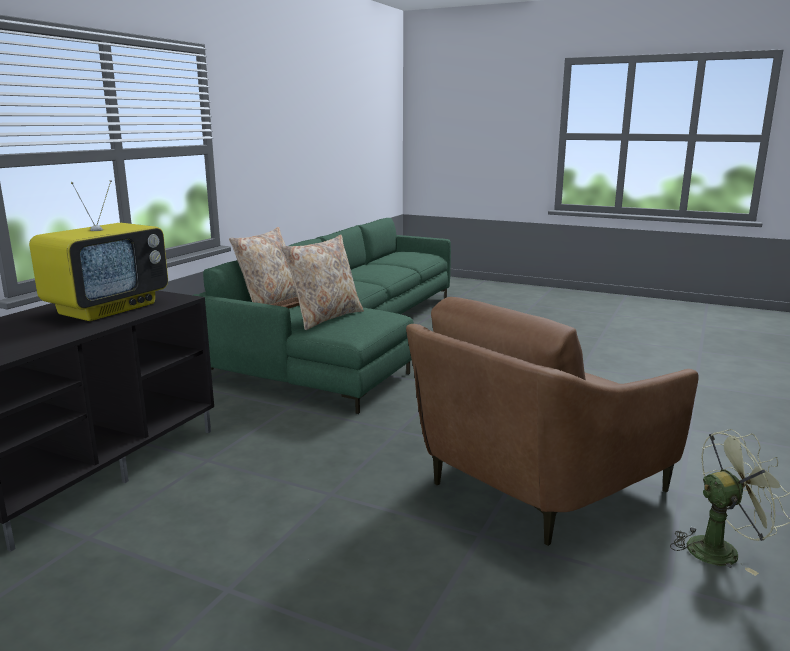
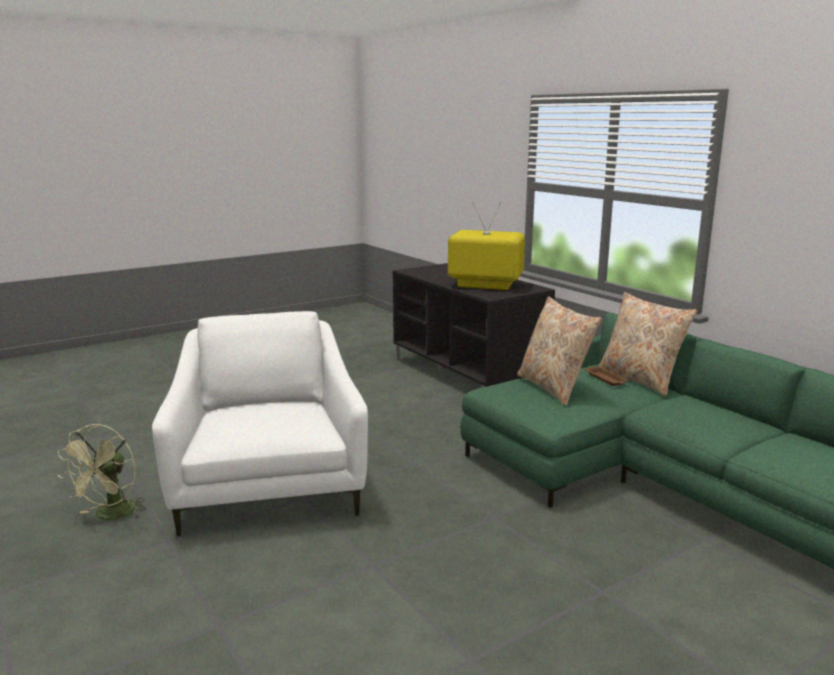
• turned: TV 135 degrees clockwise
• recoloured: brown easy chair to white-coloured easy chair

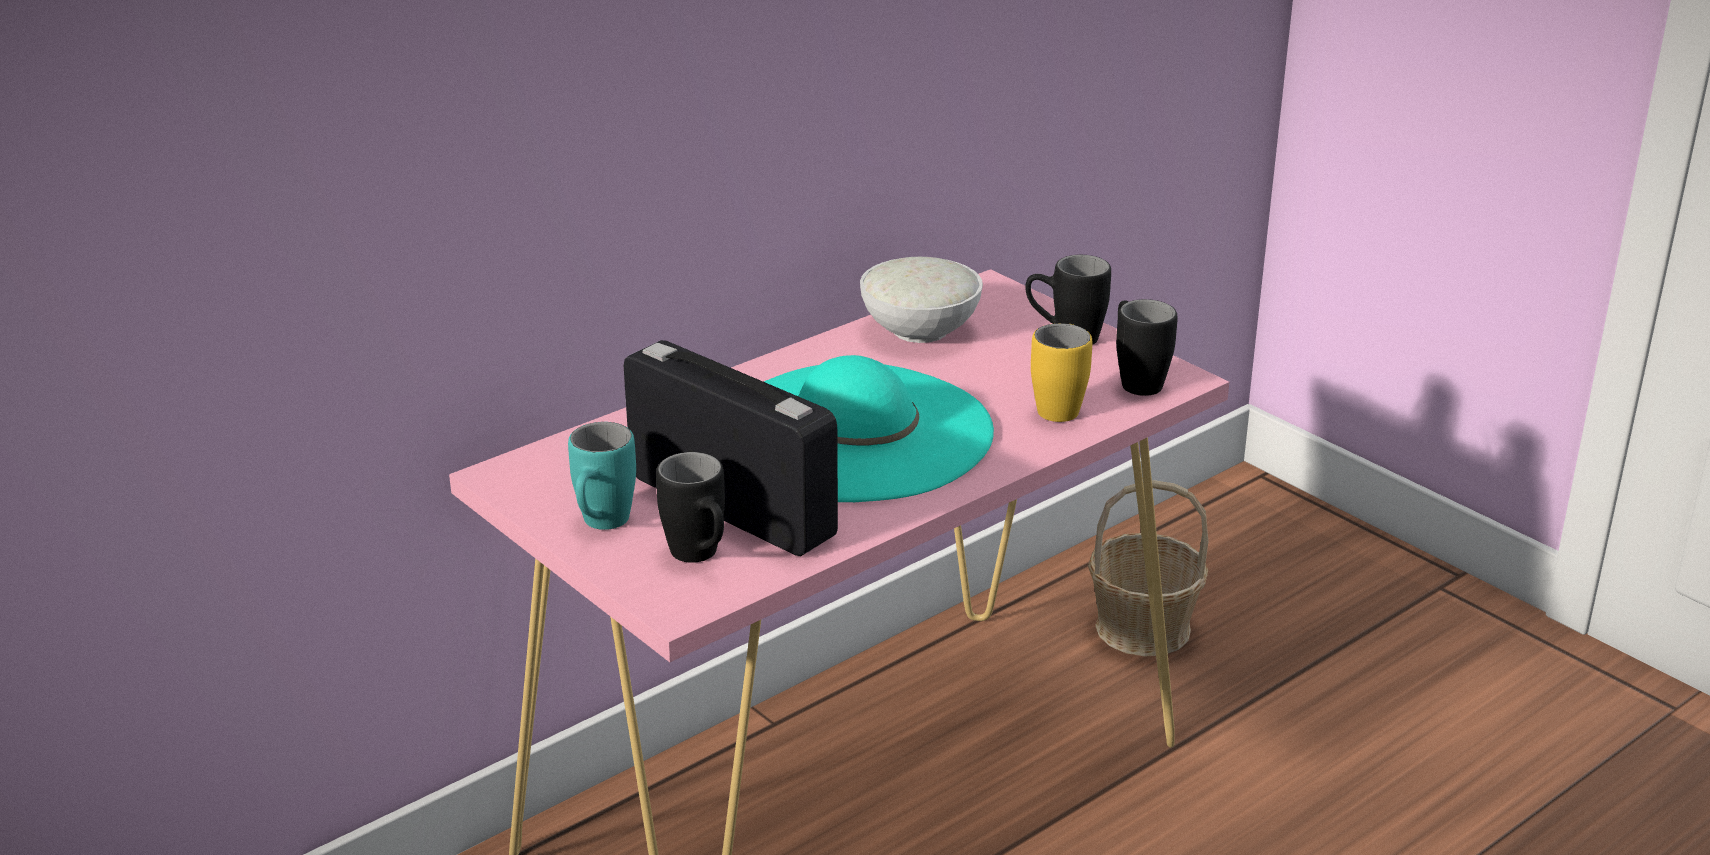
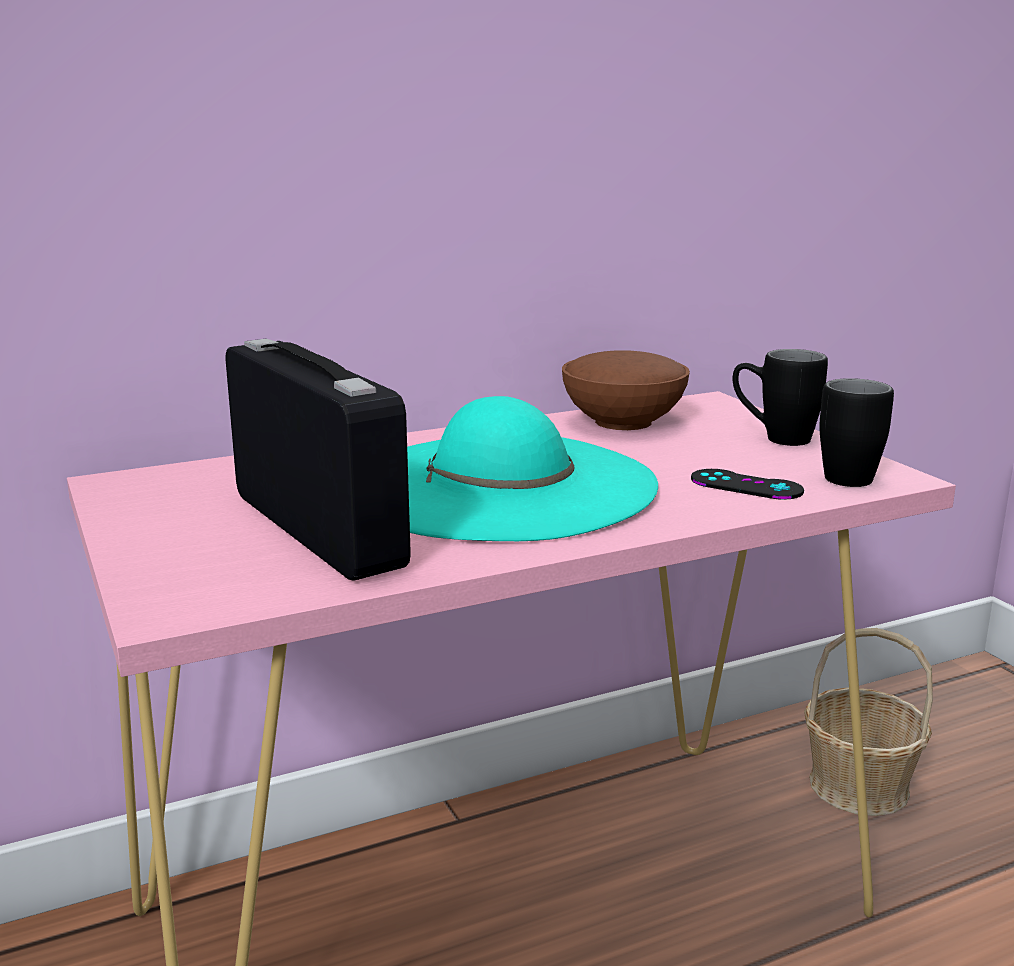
• recoloured: white-coloured serving bowl to brown serving bowl
• replaced: yellow tea mug to black game controller
• removed: blue-green tea mug
• removed: black tea mug (1st from left)

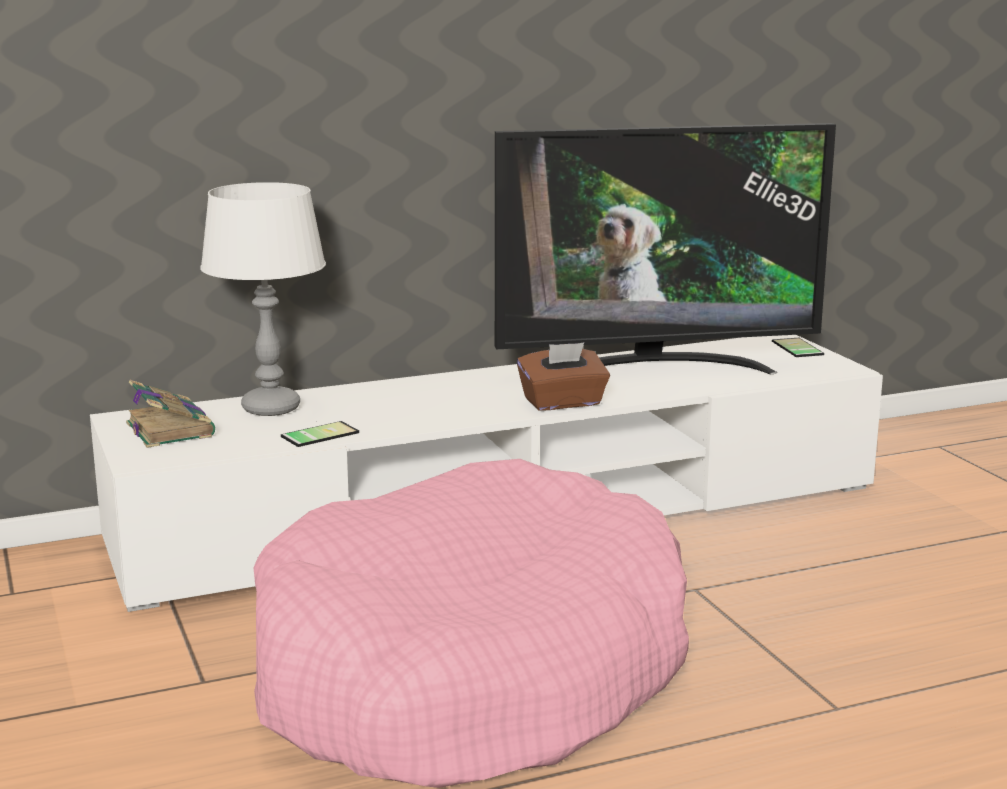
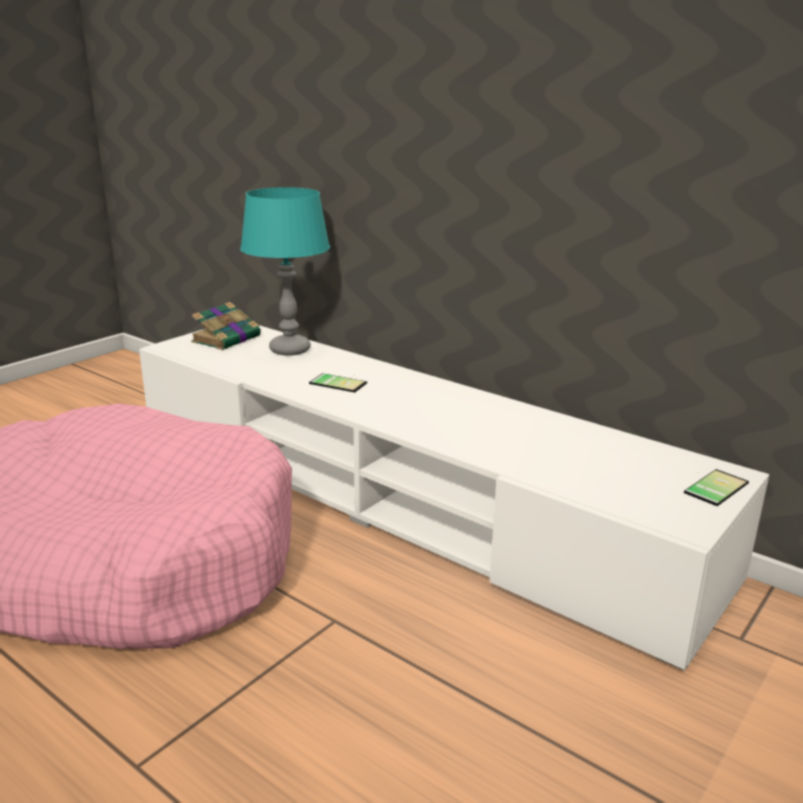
• removed: TV
• recoloured: white-coloured tabletop lamp to blue-green tabletop lamp
• removed: brown box of tissues
• moved: telephone (1st from left)

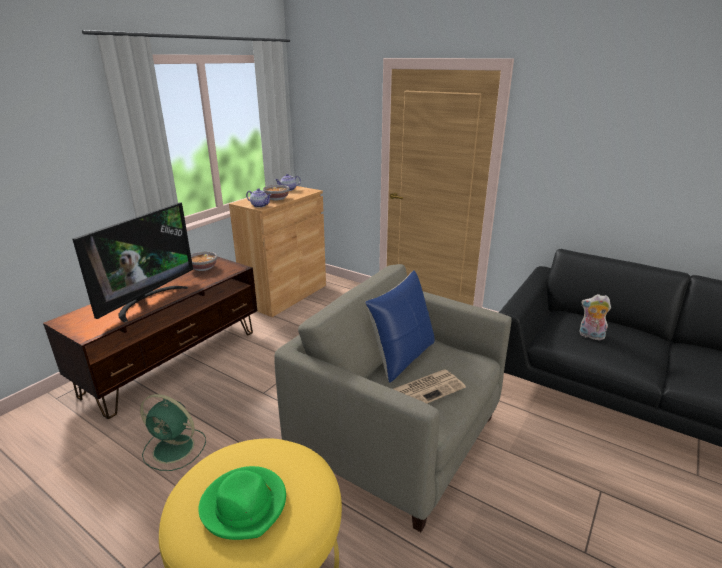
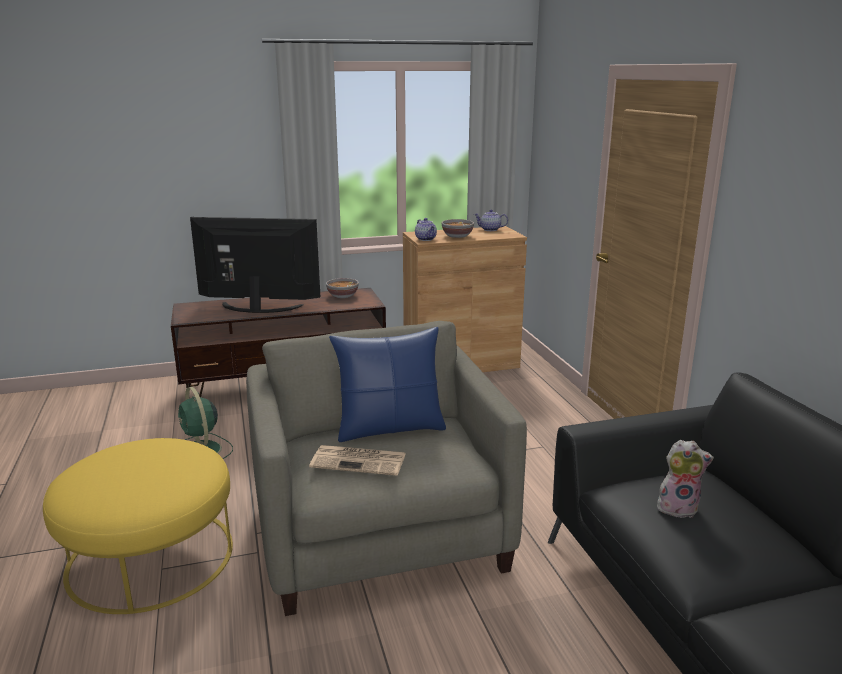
• turned: TV 150 degrees counterclockwise
• turned: plush toy 120 degrees clockwise
• removed: greenish hat

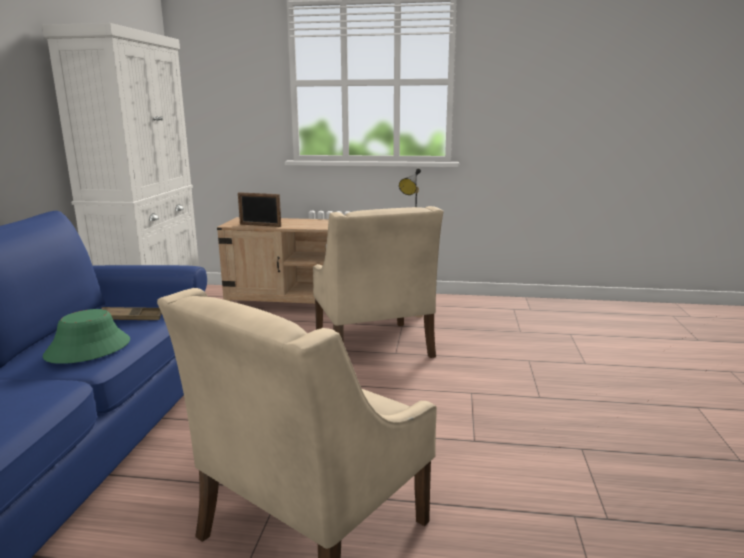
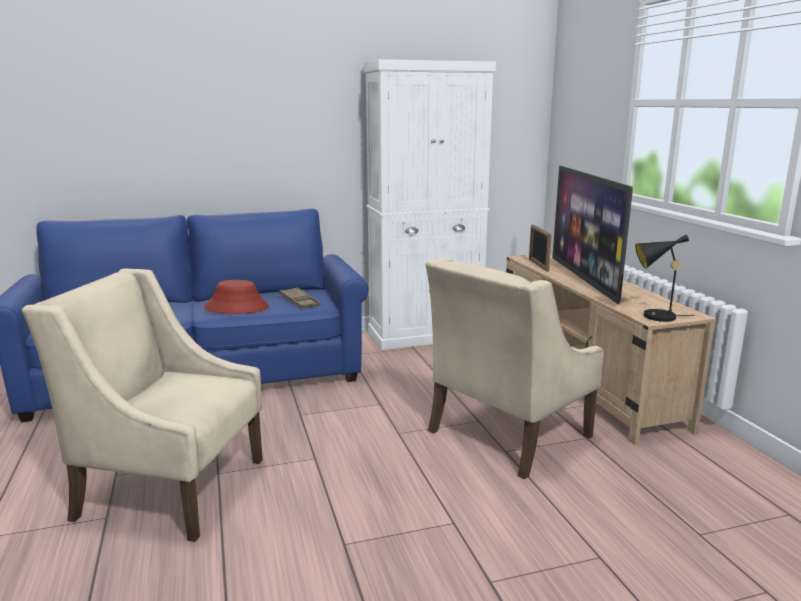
• recoloured: greenish hat to reddish hat
• added: TV

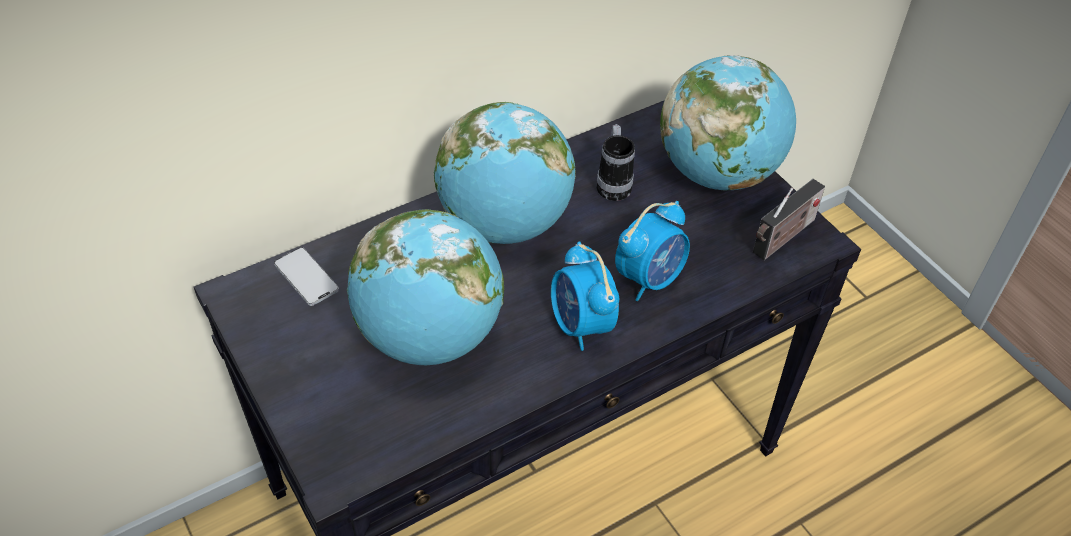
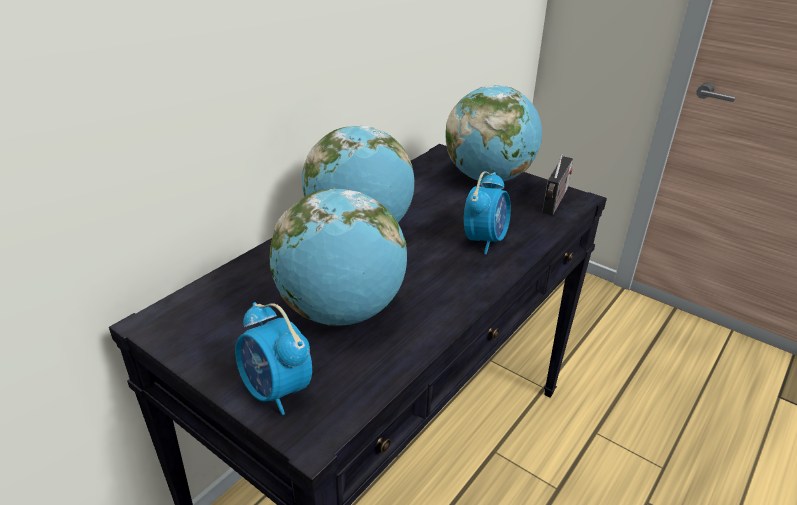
• removed: tea mug
• moved: table clock (1st from left)
• removed: telephone

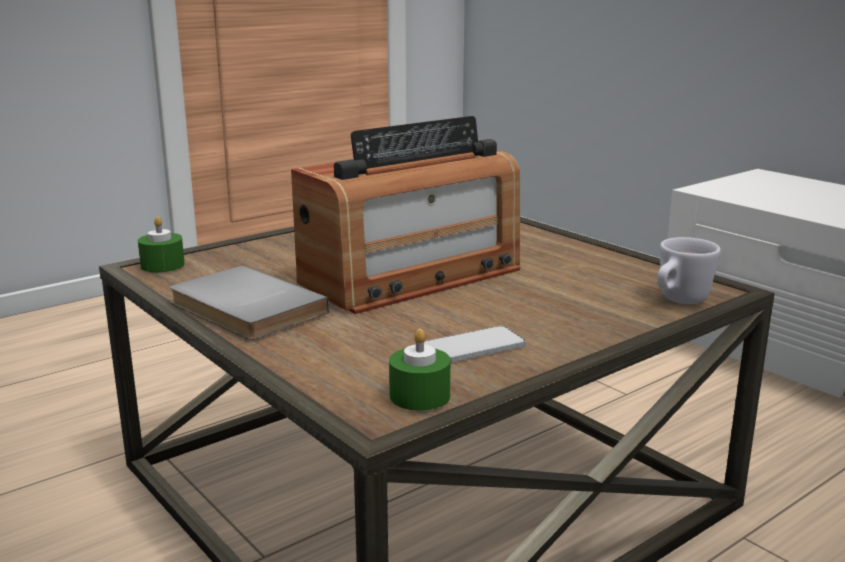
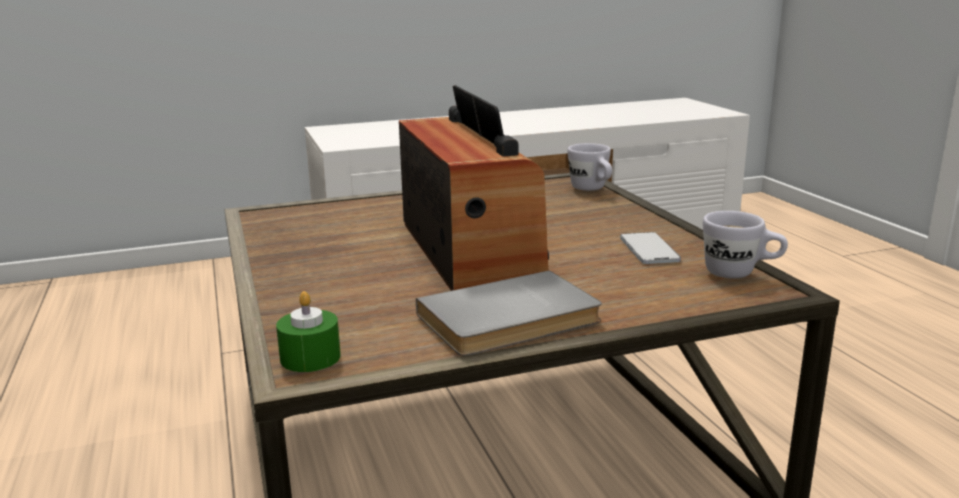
• replaced: greenish candle (2nd from left) to white-coloured tea mug (2nd from left)

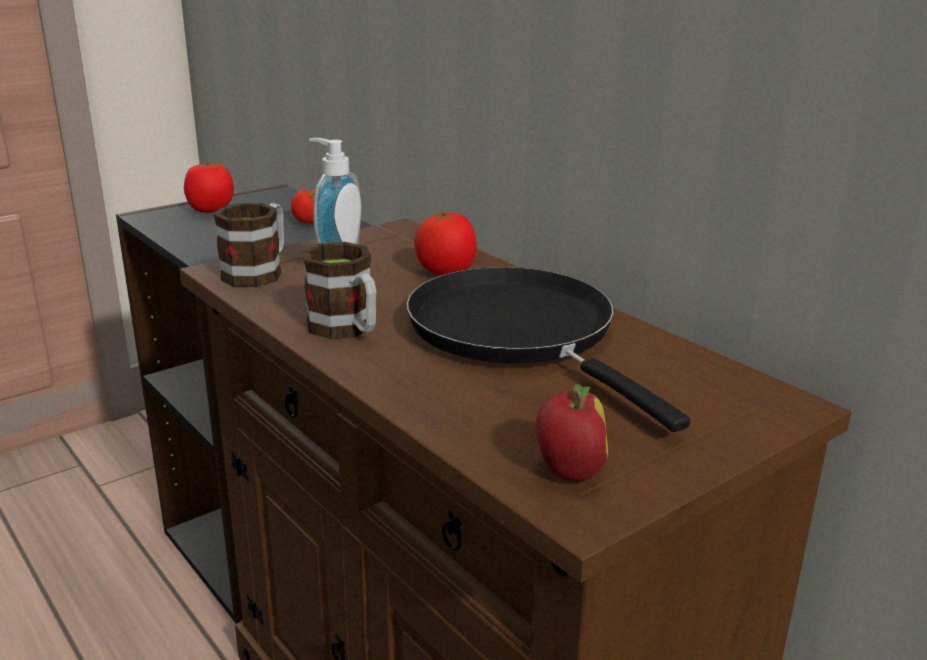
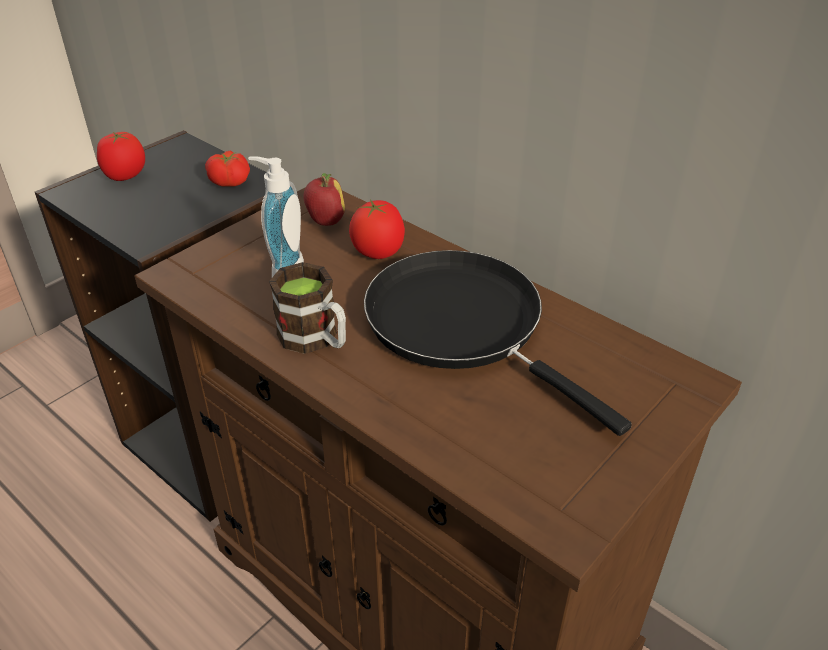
• removed: tea mug (1st from left)
• moved: whole apple

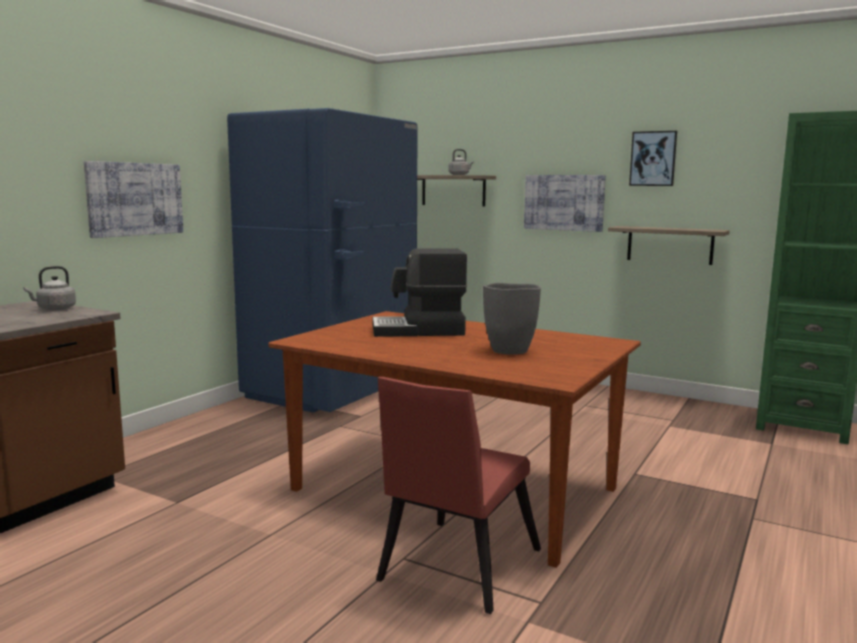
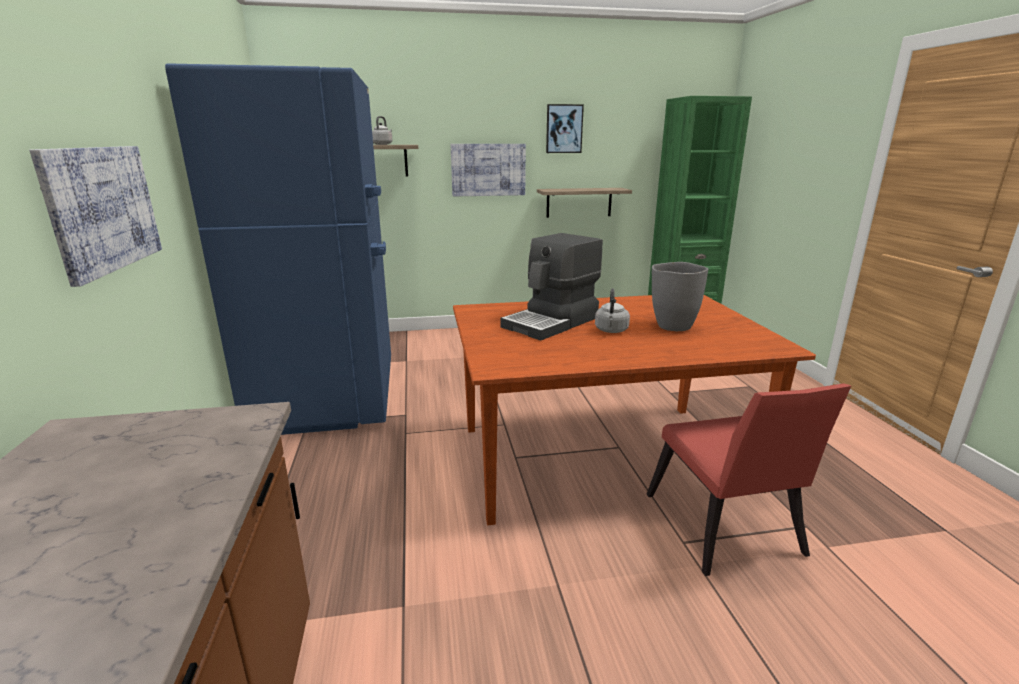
• moved: gray kettle (1st from left in the first image) to gray kettle (2nd from left)

